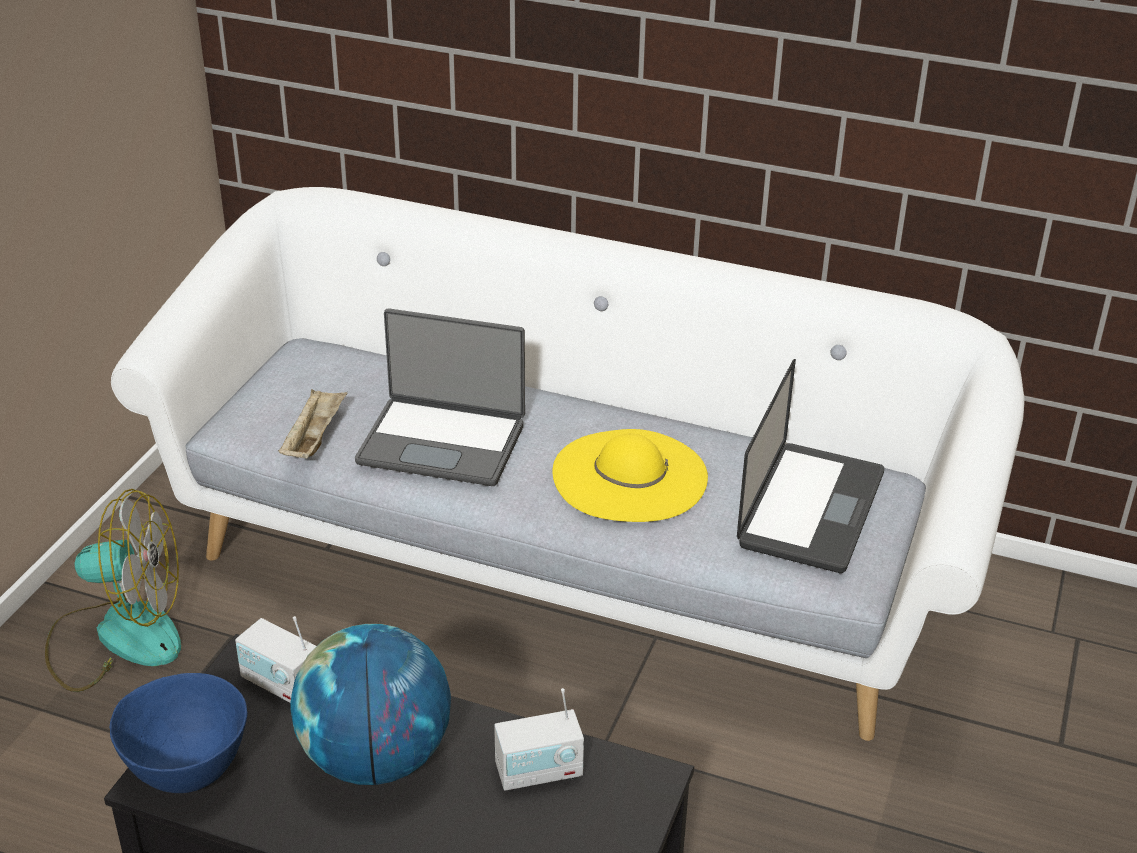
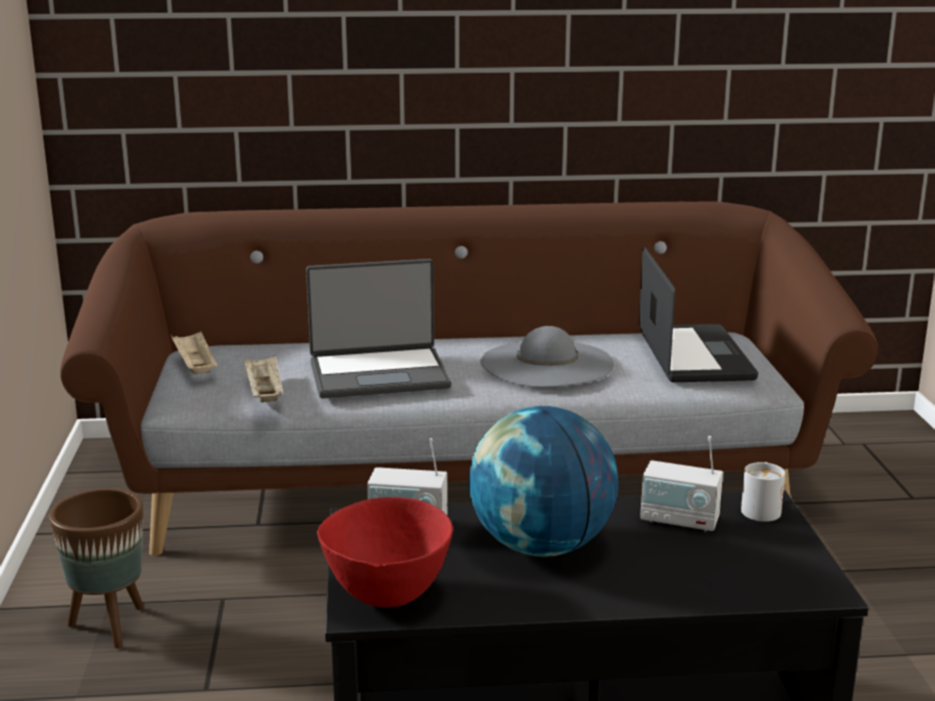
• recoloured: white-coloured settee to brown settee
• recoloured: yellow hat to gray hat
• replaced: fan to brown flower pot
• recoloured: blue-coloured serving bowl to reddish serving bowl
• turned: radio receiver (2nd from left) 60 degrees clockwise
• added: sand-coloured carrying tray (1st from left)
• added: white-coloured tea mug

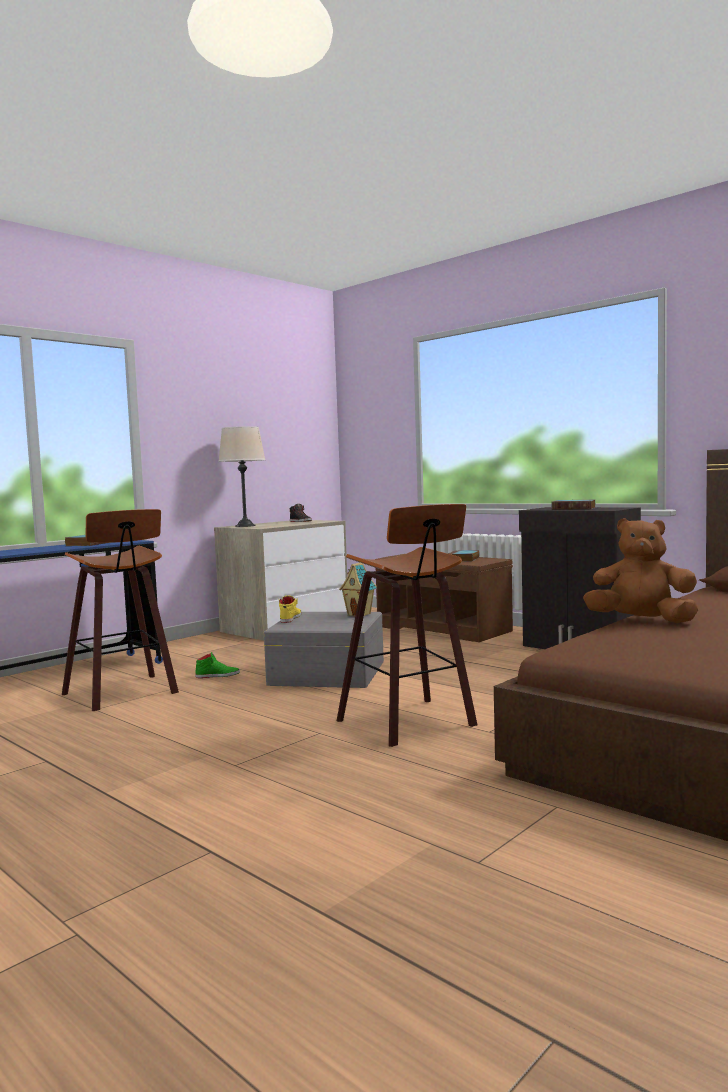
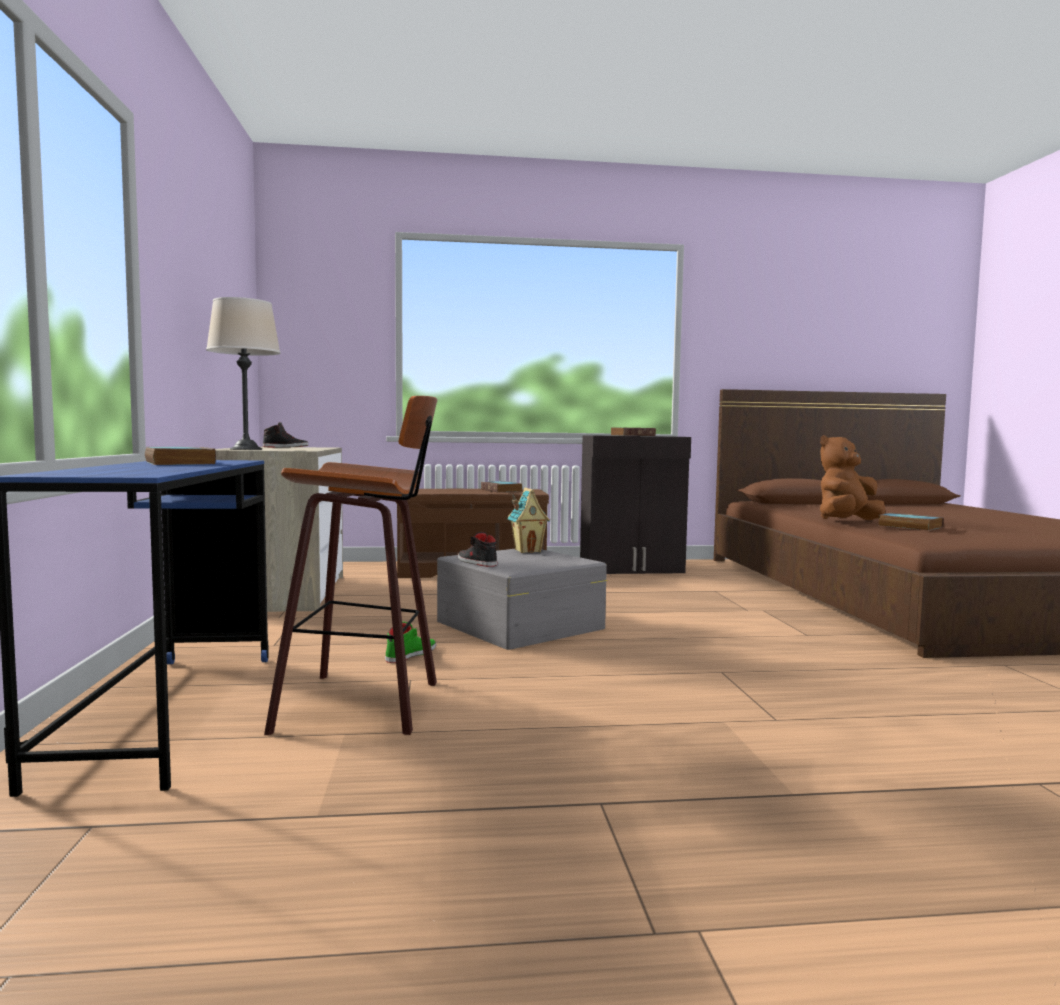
• removed: stool (2nd from left)
• recoloured: yellow low shoe to black low shoe (2nd from left)
• added: volume (4th from left)

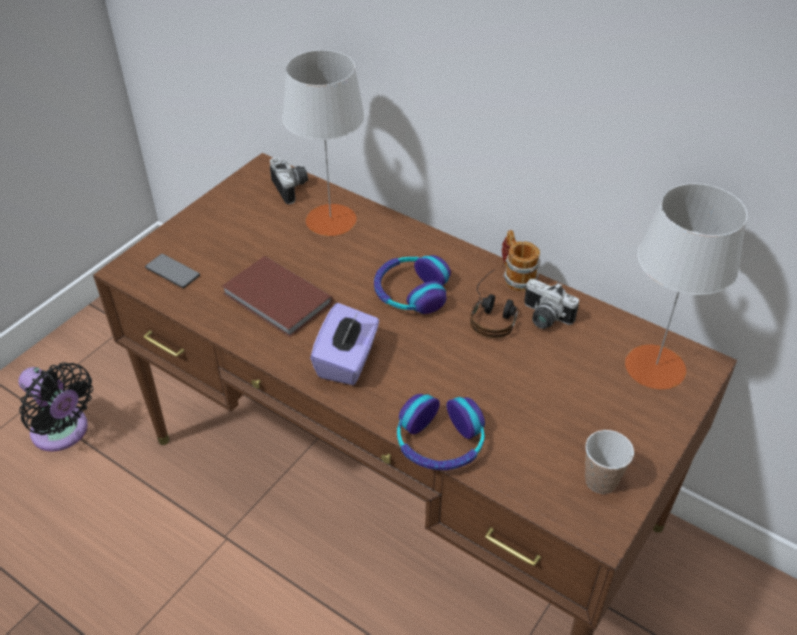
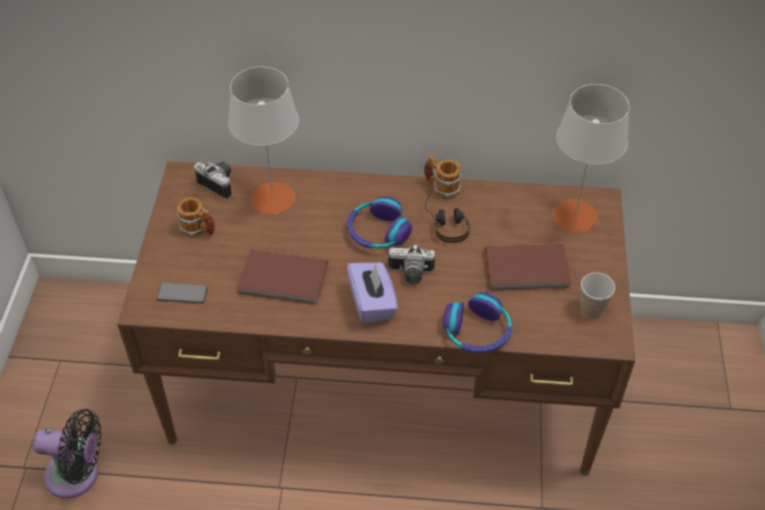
• moved: still camera (2nd from left)
• added: tea mug (1st from left)
• added: brown volume (2nd from left)

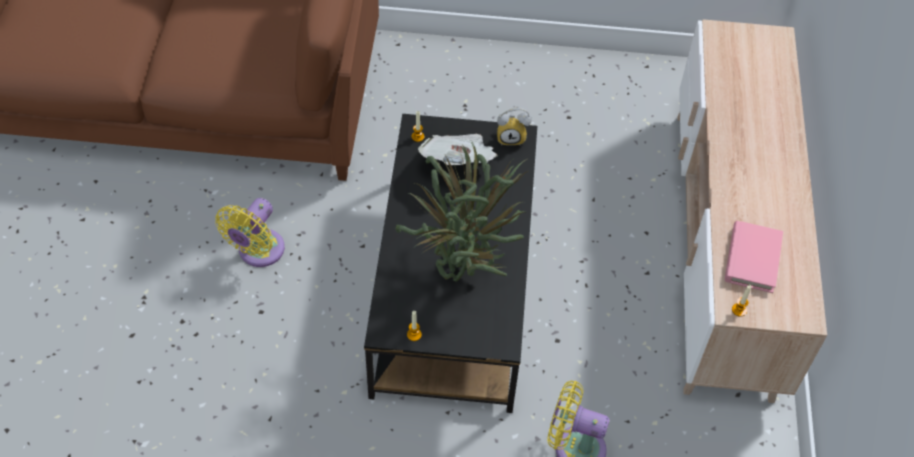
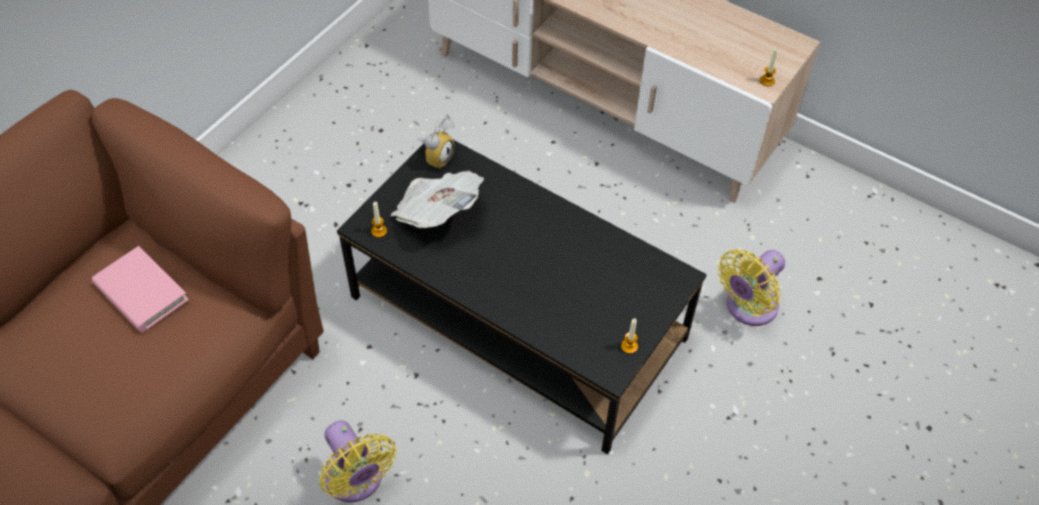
• removed: plant in a pot
• moved: pink volume

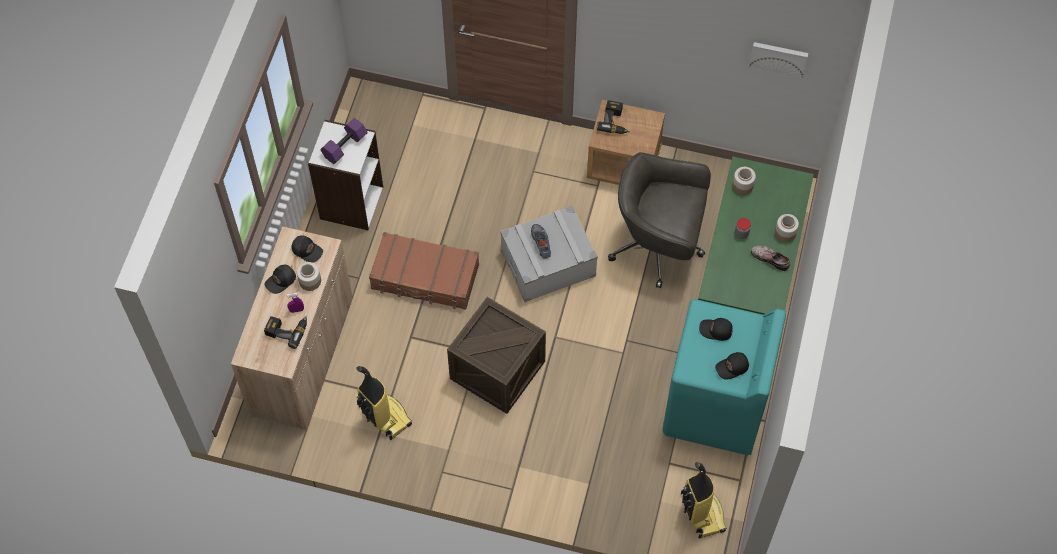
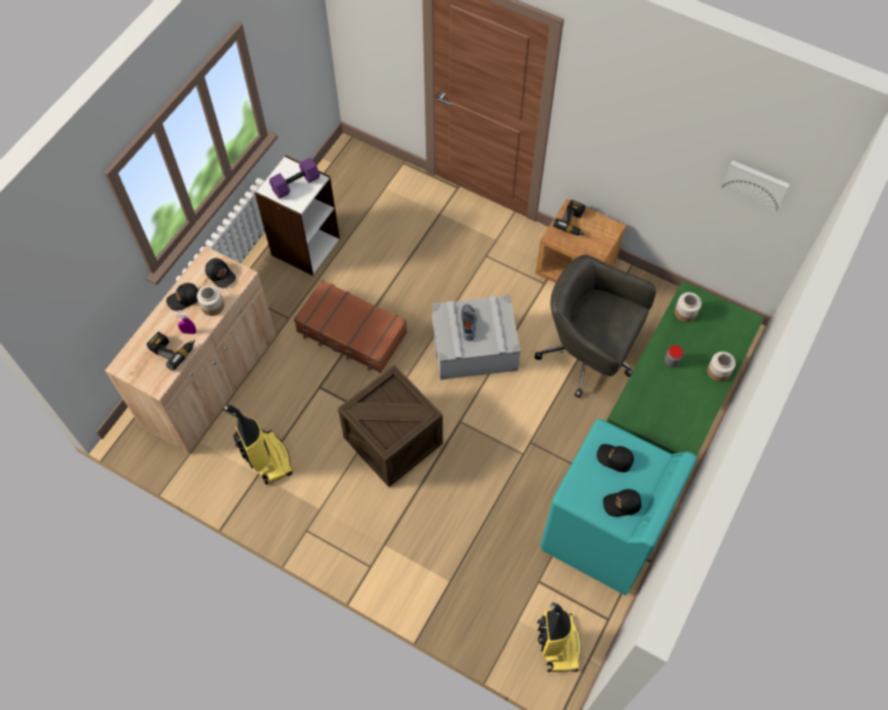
• removed: low shoe (2nd from left)

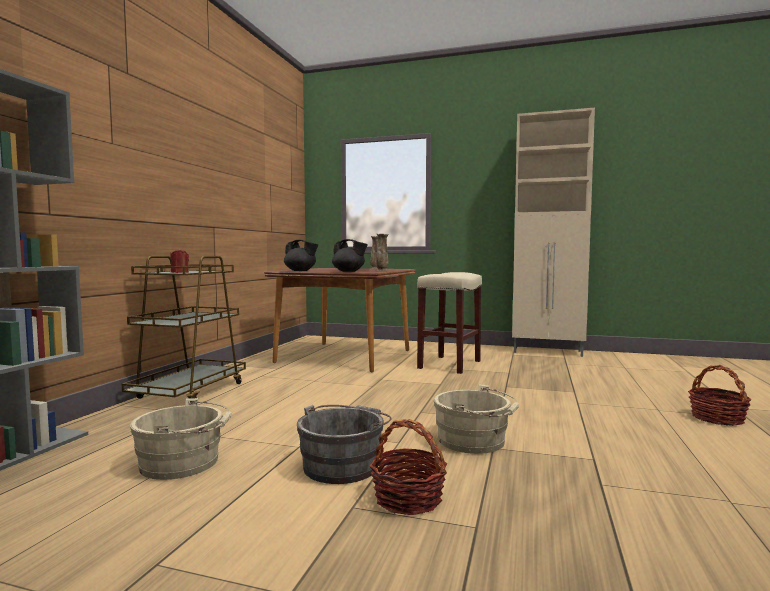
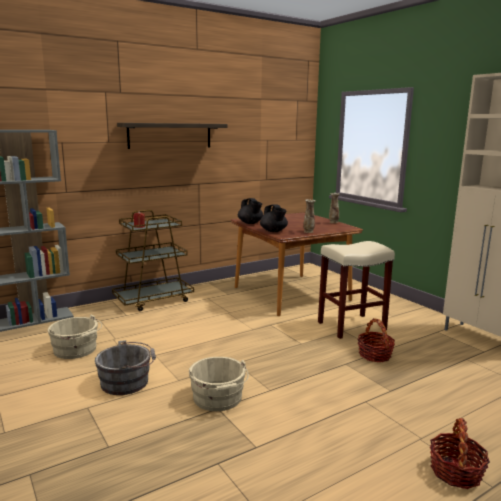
• moved: basket (1st from left)
• added: bracket shelf

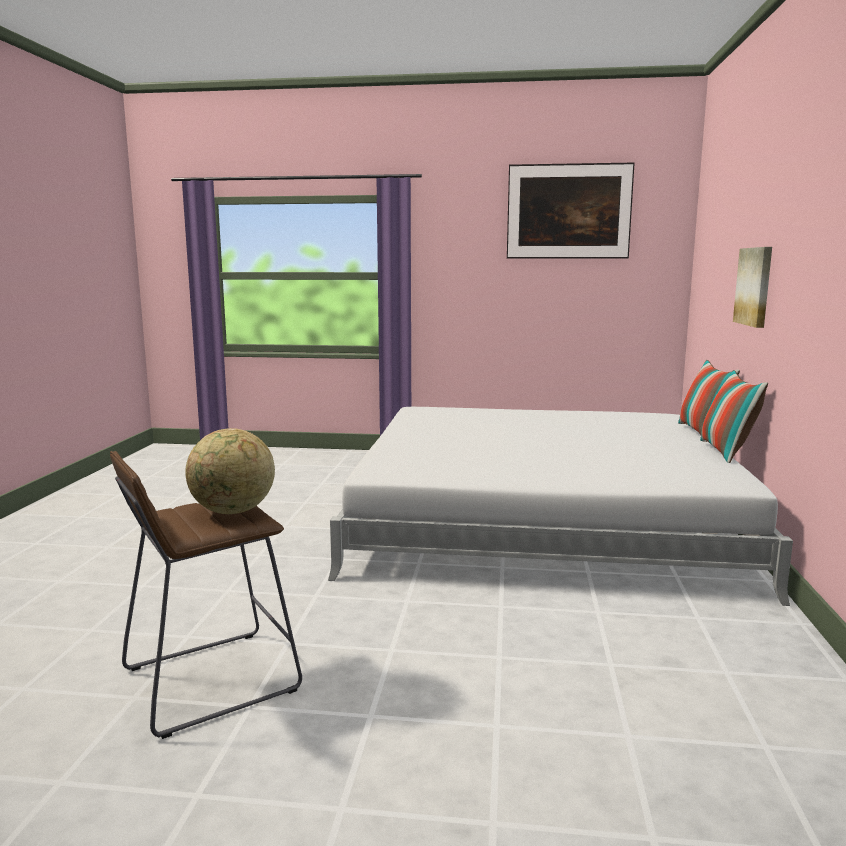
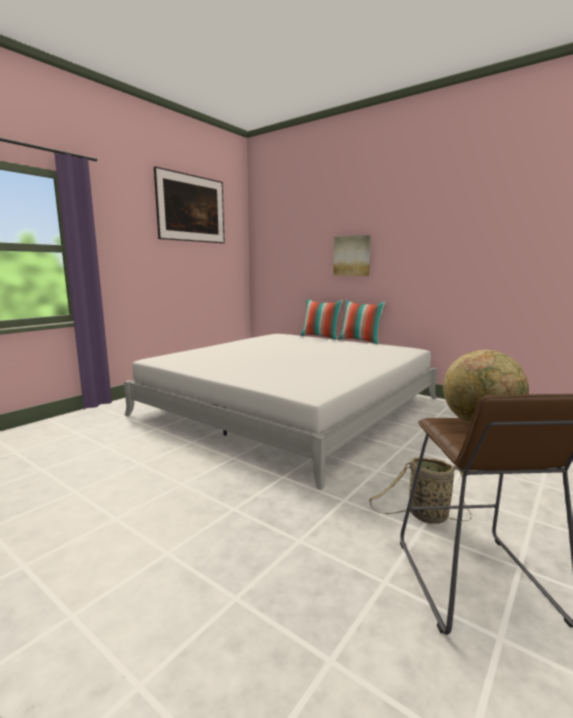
• added: basket

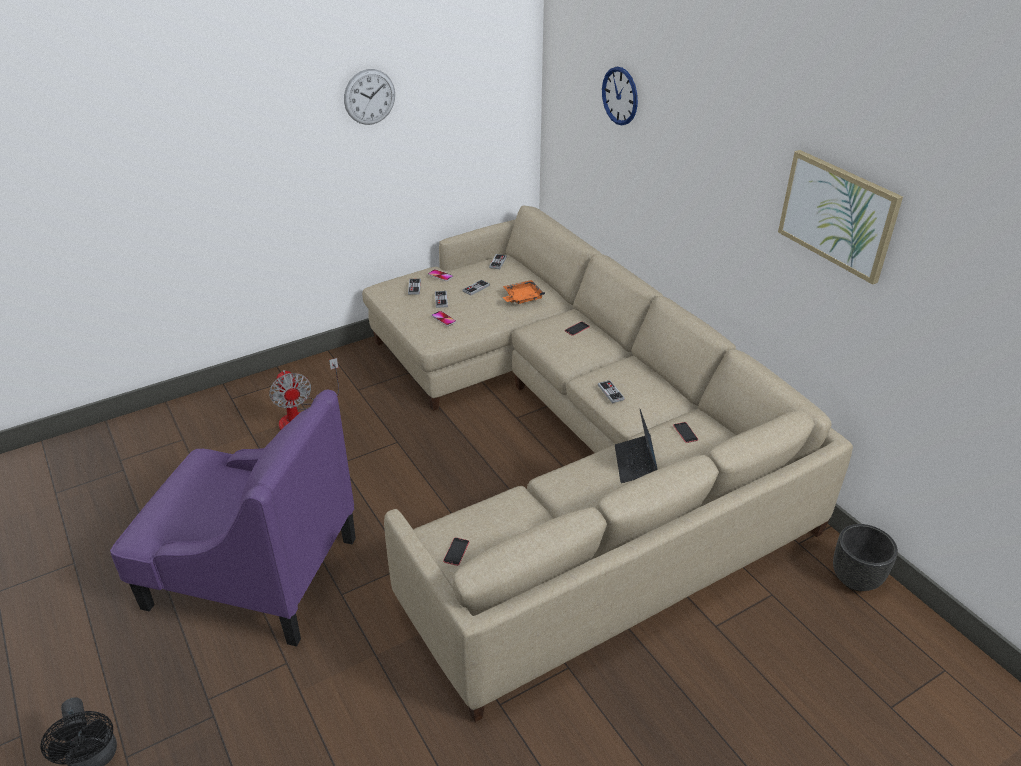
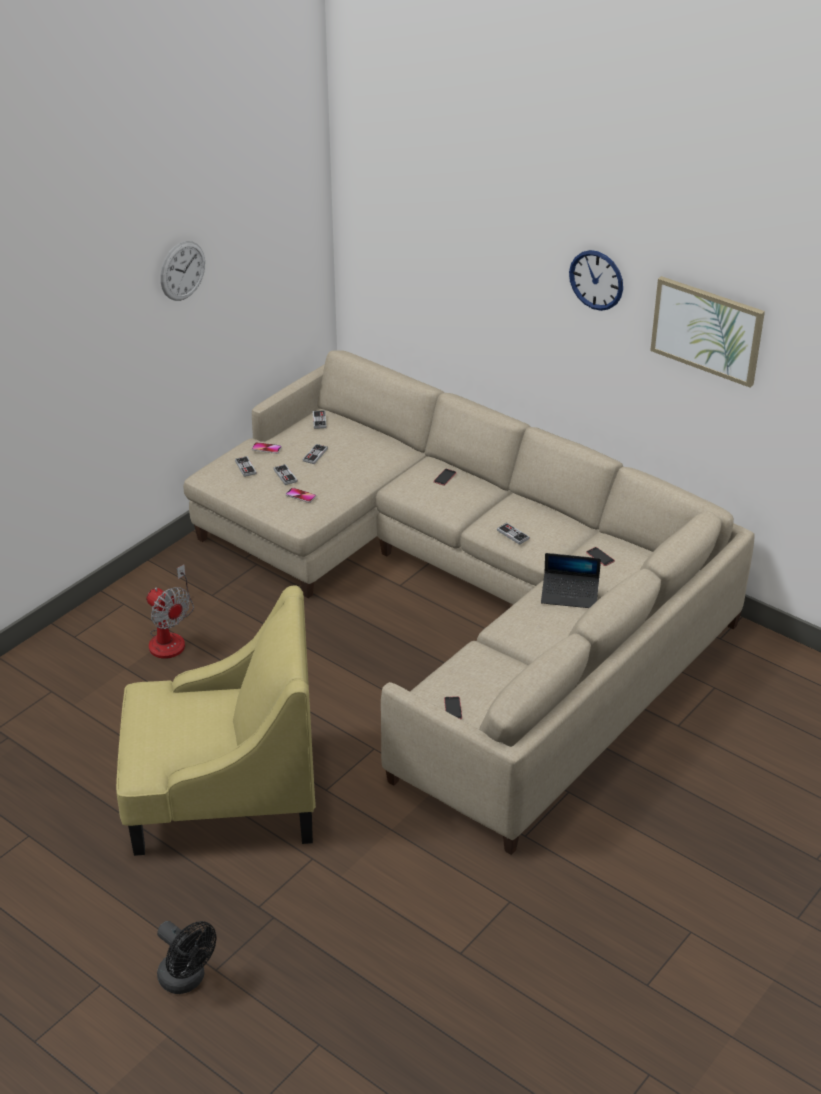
• moved: wall clock (2nd from left)
• removed: orange-coloured carrying tray
• recoloured: purple-coloured easy chair to yellow easy chair
• turned: notebook computer 60 degrees counterclockwise
• removed: black flower pot

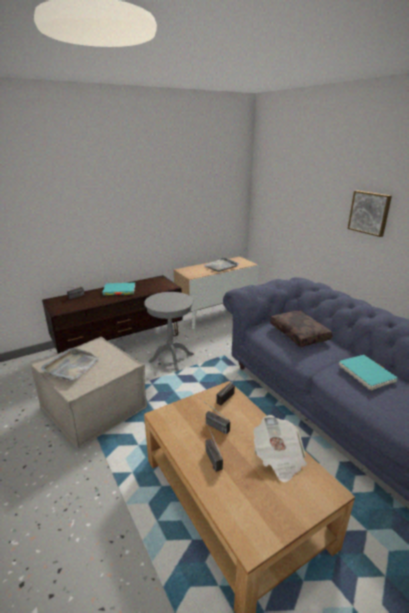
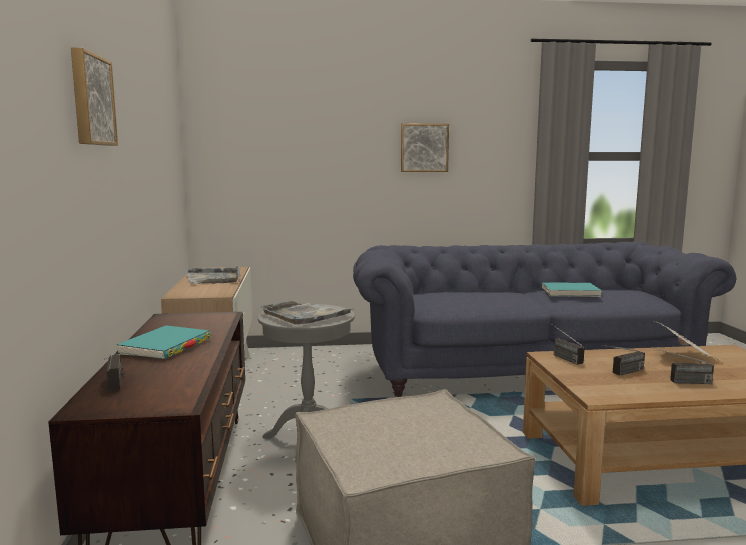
• removed: brown throw pillow
• moved: gray carrying tray (1st from left in the first image) to gray carrying tray (2nd from left)
• added: picture (1st from left)

